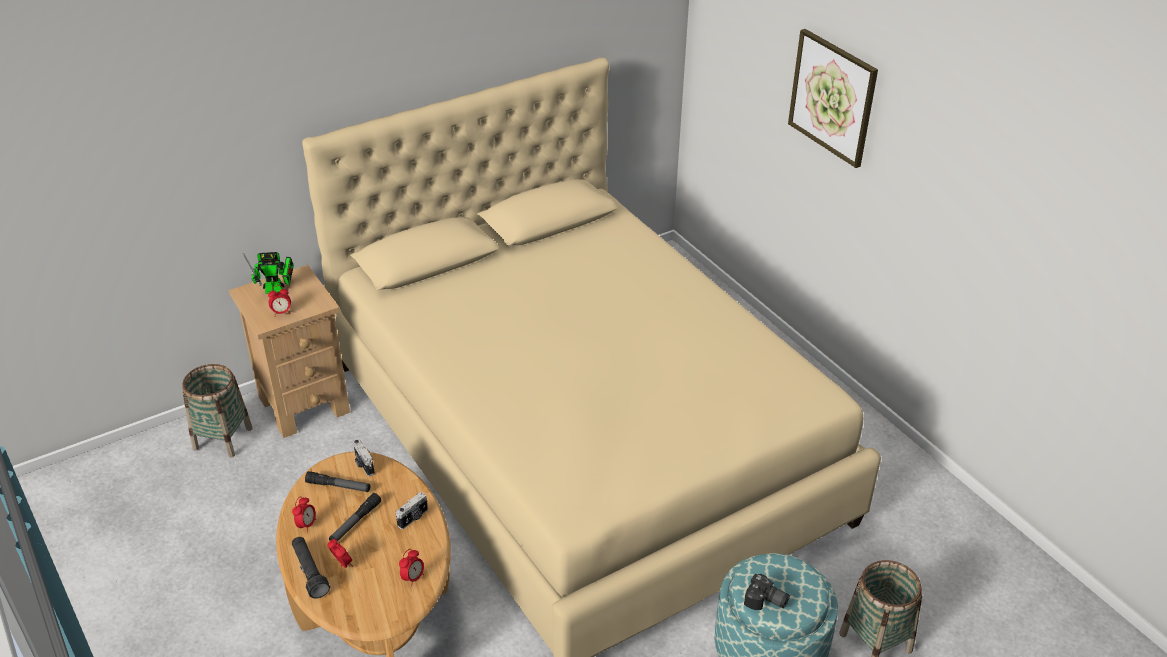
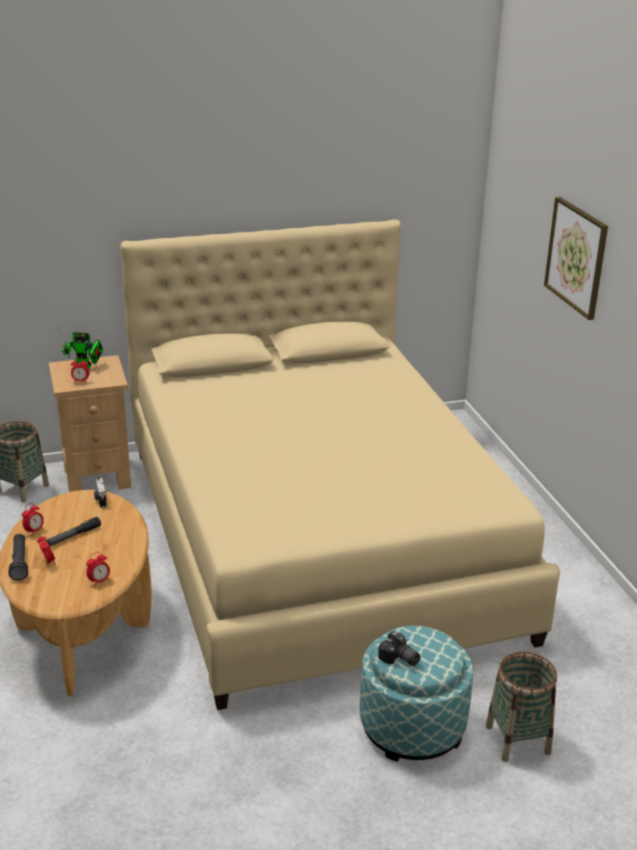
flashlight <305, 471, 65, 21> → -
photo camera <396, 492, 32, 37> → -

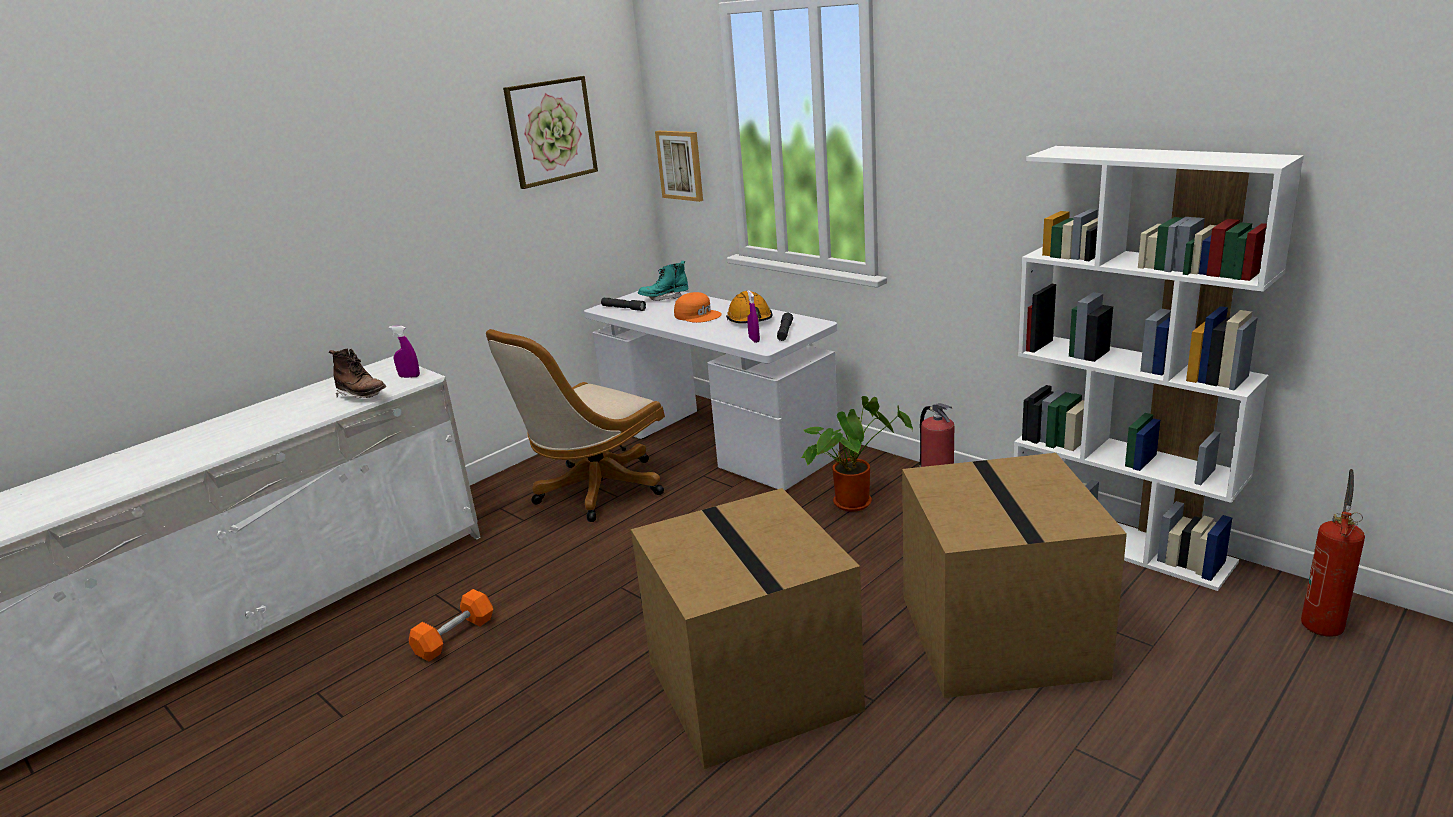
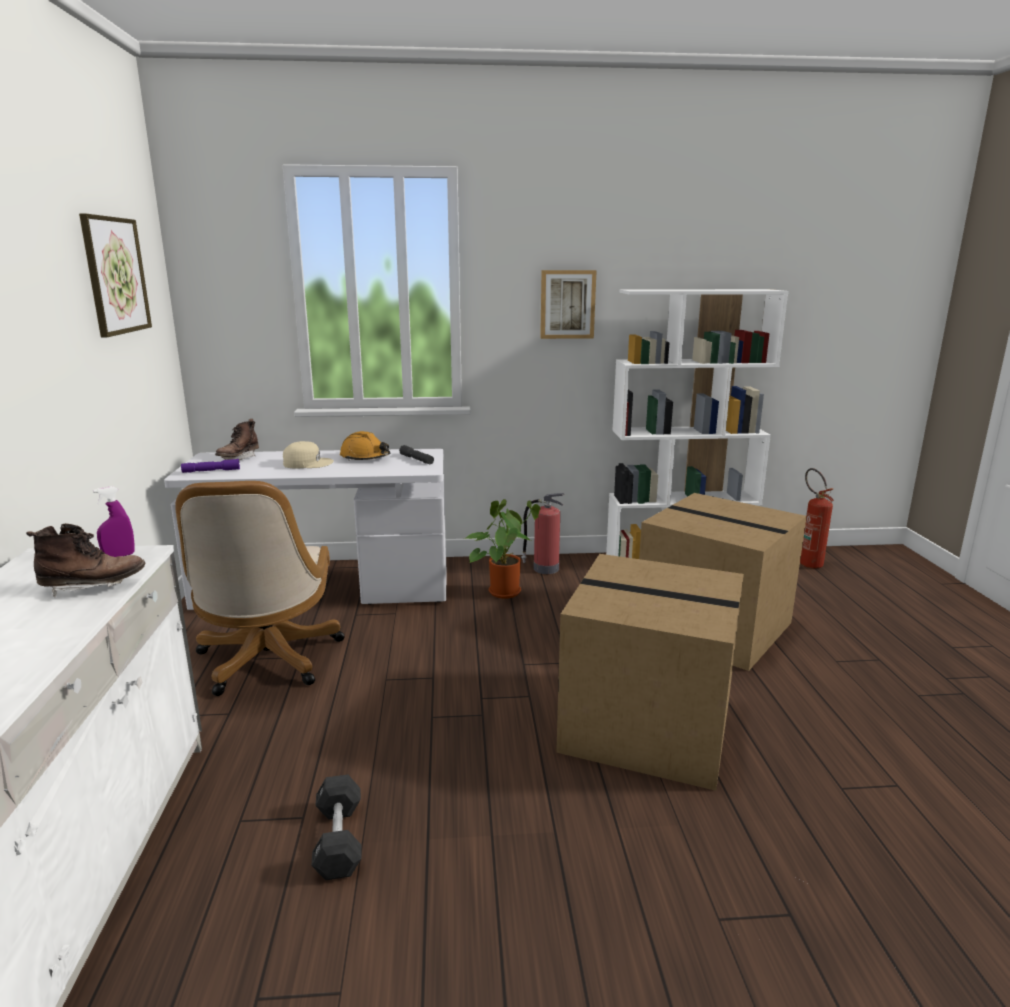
flashlight (grey) <601, 298, 45, 13> → flashlight (purple) <181, 459, 59, 14>
boot (turquoise) <638, 261, 51, 40> → boot (brown) <215, 419, 44, 41>
cap (orange) <674, 292, 48, 31> → cap (beige) <283, 441, 51, 28>
dumbbell (orange) <409, 589, 84, 73> → dumbbell (black) <311, 775, 51, 105>
picture <655, 131, 48, 71> → picture <540, 270, 57, 69>, move
spray bottle (purple) <747, 290, 13, 53> → -

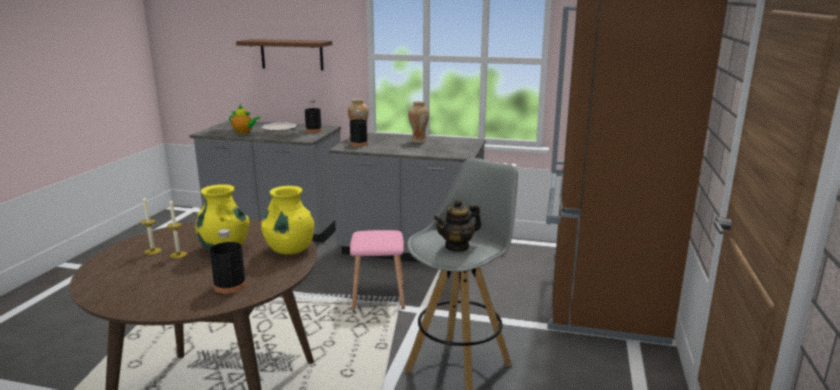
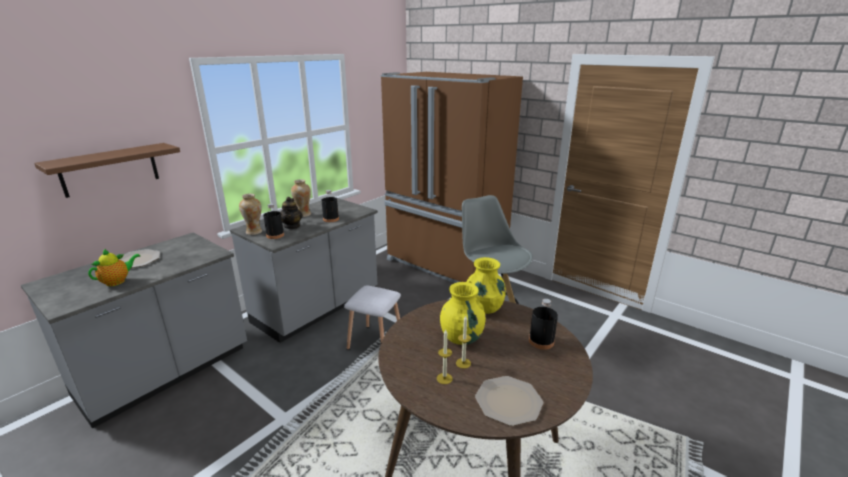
teapot <434, 199, 47, 53> → teapot <281, 197, 22, 32>, move
bottle (black) <305, 100, 17, 33> → bottle (black) <321, 190, 18, 32>, move
stool (pink) <350, 230, 55, 79> → stool (white) <344, 285, 57, 65>
- → plate <475, 376, 68, 50>

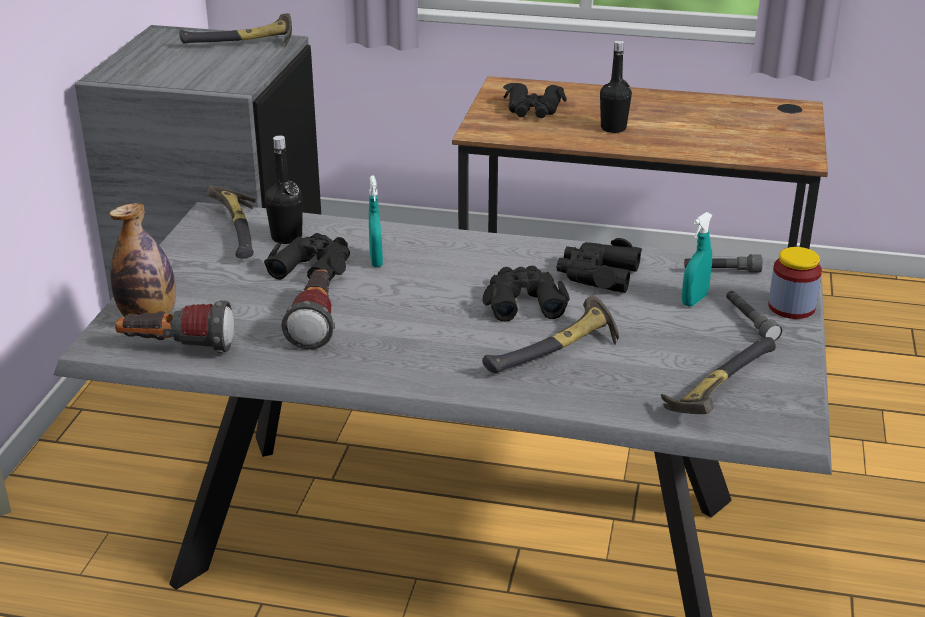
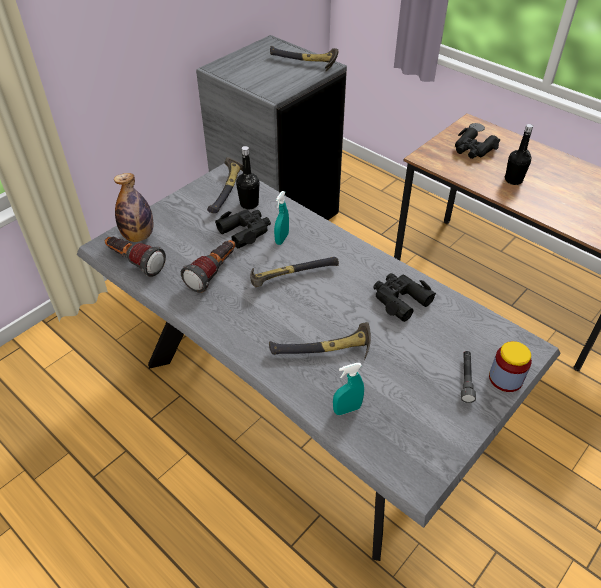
hammer <661, 337, 115, 77> → hammer <250, 257, 89, 30>, move
spray bottle (turquoise) <682, 212, 30, 95> → spray bottle (turquoise) <333, 363, 31, 52>, move
binoculars (black) <482, 266, 88, 56> → -
flashlight (grey) <684, 254, 79, 19> → -

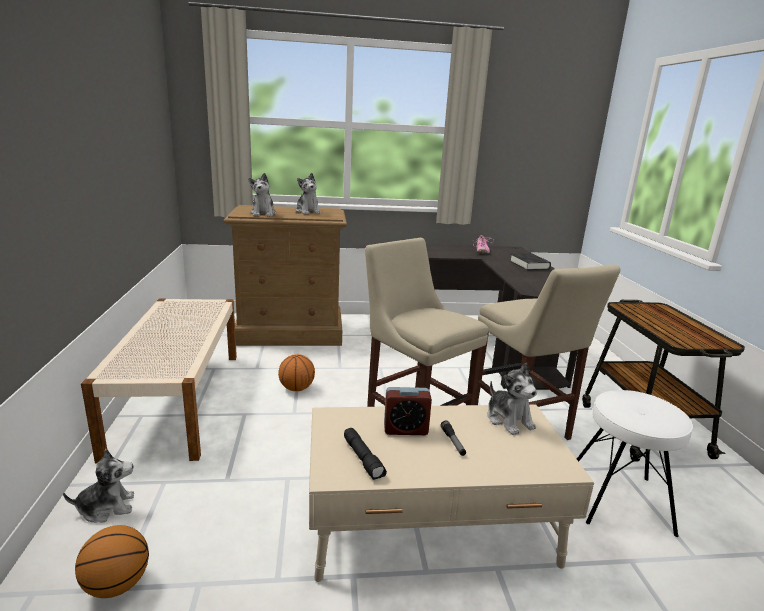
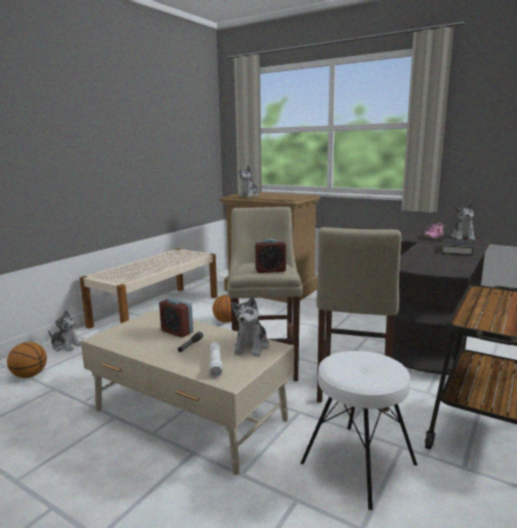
- → flashlight (white) <209, 342, 14, 35>
- → alarm clock <255, 239, 31, 34>
plush toy <296, 173, 25, 41> → plush toy <451, 203, 24, 37>, move
flashlight (black) <344, 428, 43, 52> → -

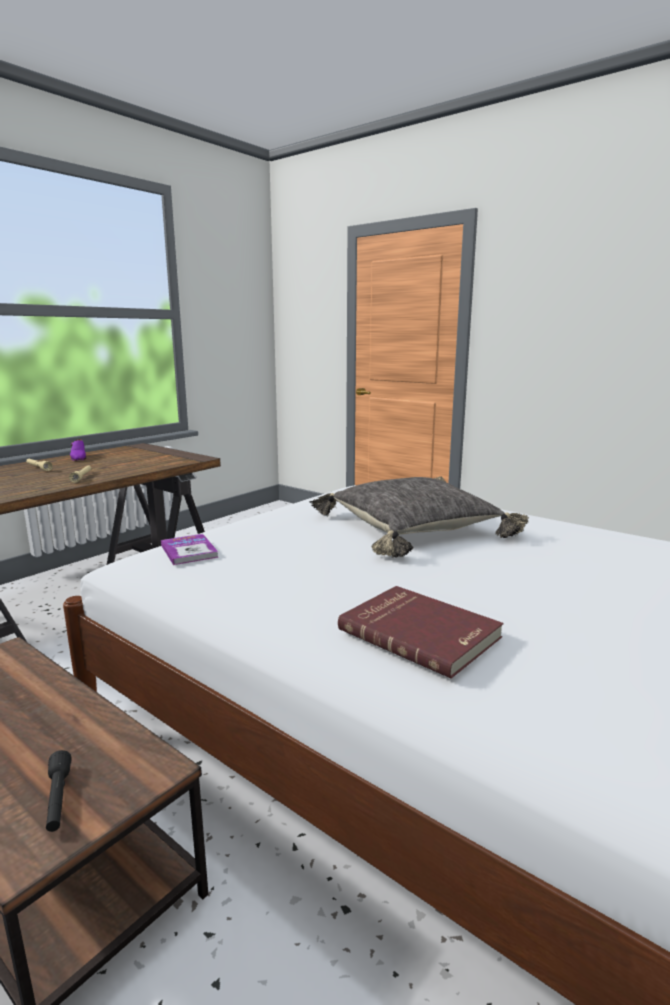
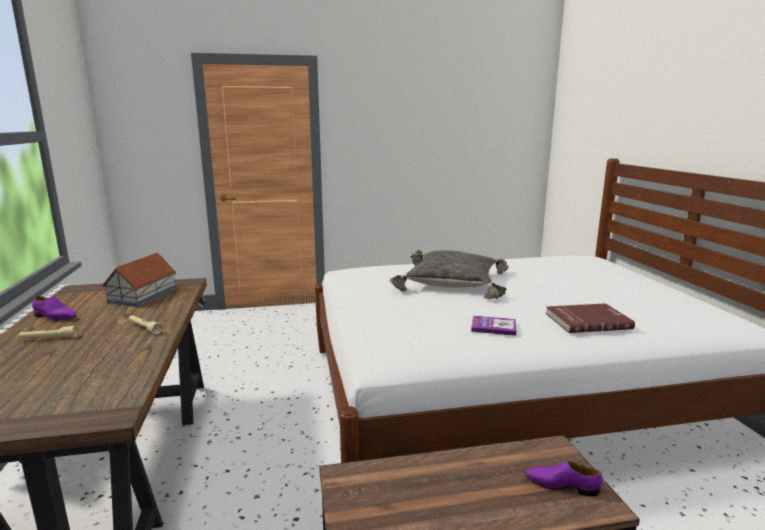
- → toy house <102, 253, 74, 54>
book <161, 534, 57, 31> → book <471, 316, 46, 20>, move
flashlight (black) <46, 750, 25, 82> → shoe (purple) <525, 461, 78, 35>

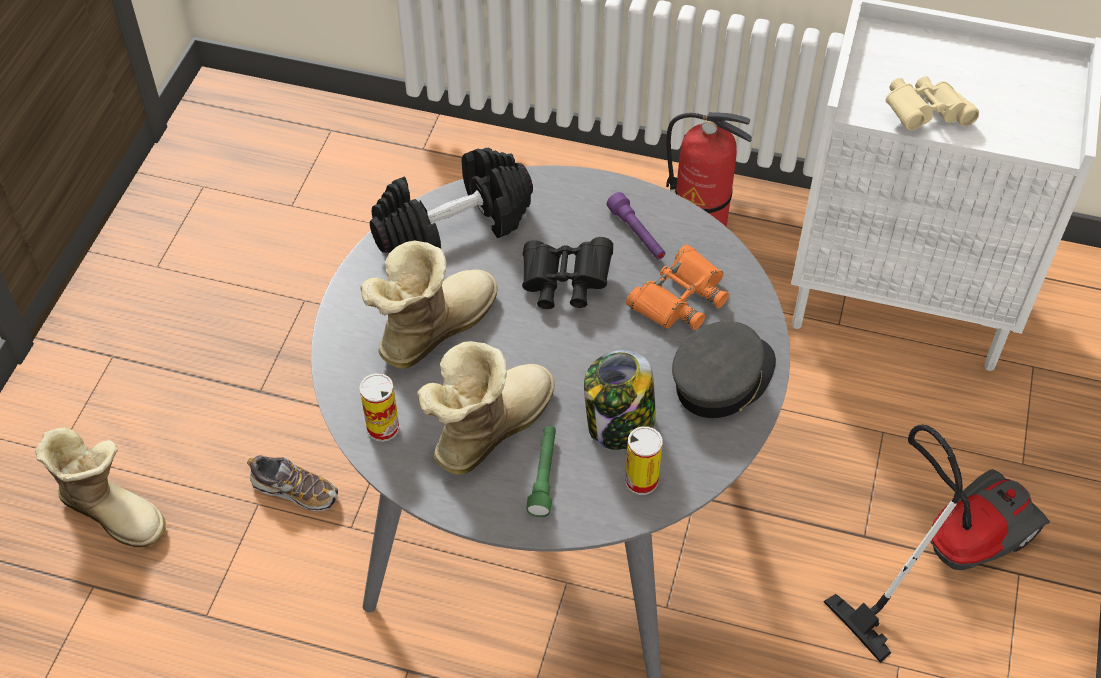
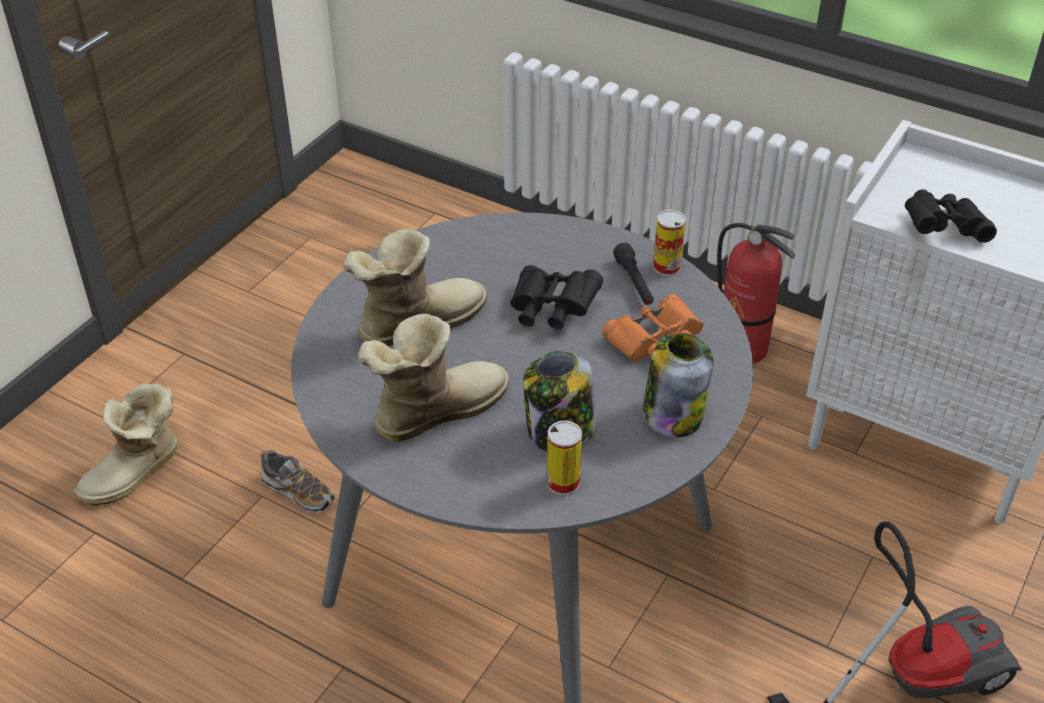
boot <35, 427, 131, 120> → boot <74, 383, 105, 123>, 90 degrees clockwise
flashlight (purple) <607, 192, 58, 68> → flashlight (black) <613, 243, 41, 62>
cap (grey) <672, 321, 104, 97> → jar <643, 333, 71, 104>
can <359, 373, 40, 69> → can <653, 210, 33, 66>, move
binoculars (beige) <886, 76, 93, 54> → binoculars (black) <905, 189, 92, 54>
dumbbell (black) <370, 148, 163, 105> → -
flashlight (green) <526, 426, 30, 91> → -

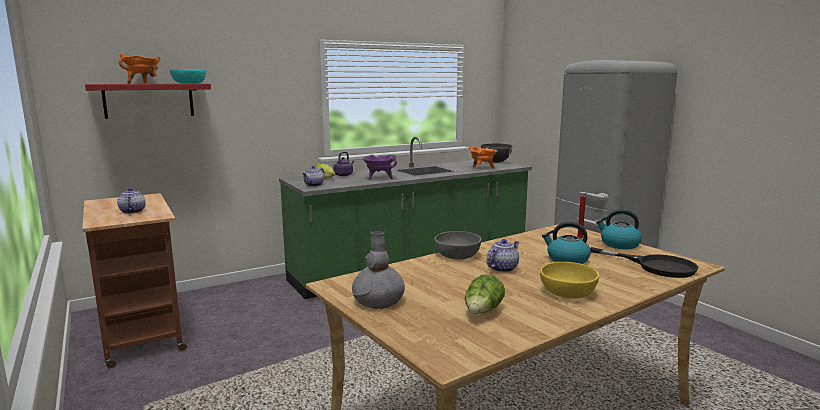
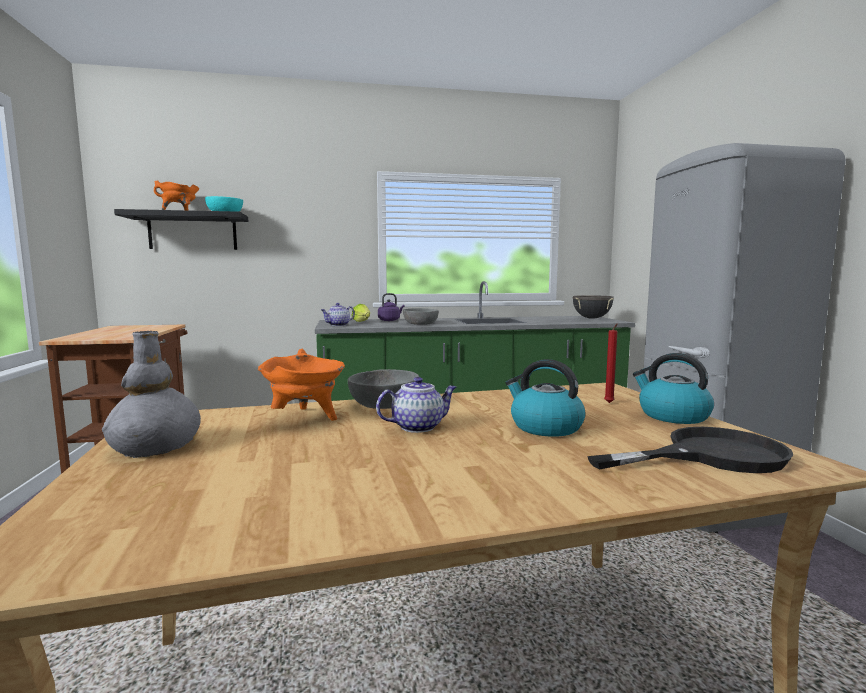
shelf (red) <85, 83, 126, 36> → shelf (black) <114, 209, 134, 41>
cooking pot (orange) <469, 145, 29, 23> → cooking pot (orange) <258, 349, 87, 72>, move
cooking pot (purple) <363, 155, 34, 25> → bowl (grey) <403, 308, 36, 17>
frying pan (black) <590, 247, 108, 31> → frying pan (black) <587, 427, 206, 46>, 75 degrees counterclockwise
teapot <117, 188, 29, 26> → -
lettuce <465, 274, 40, 40> → -
bowl (yellow) <540, 262, 59, 37> → -

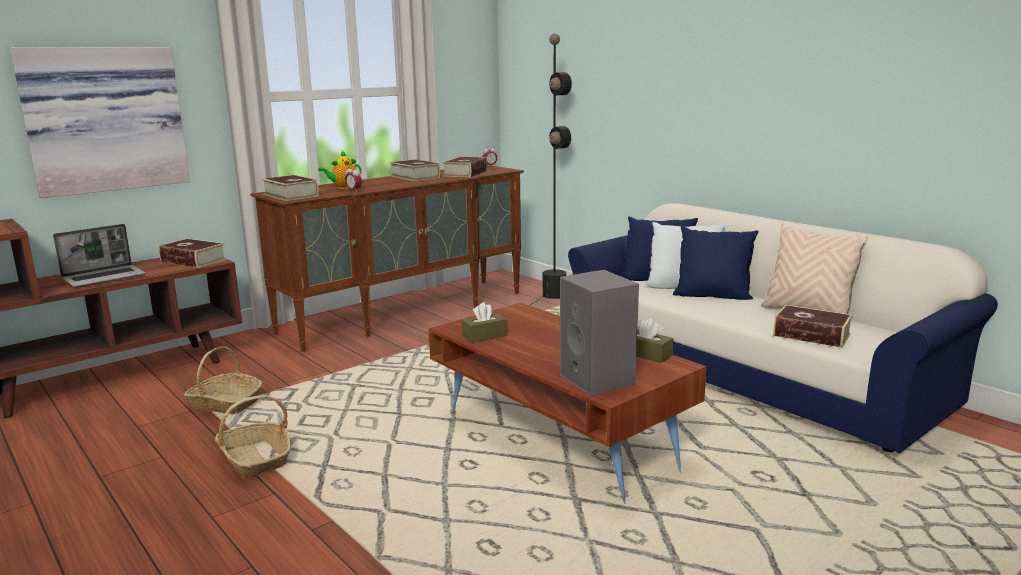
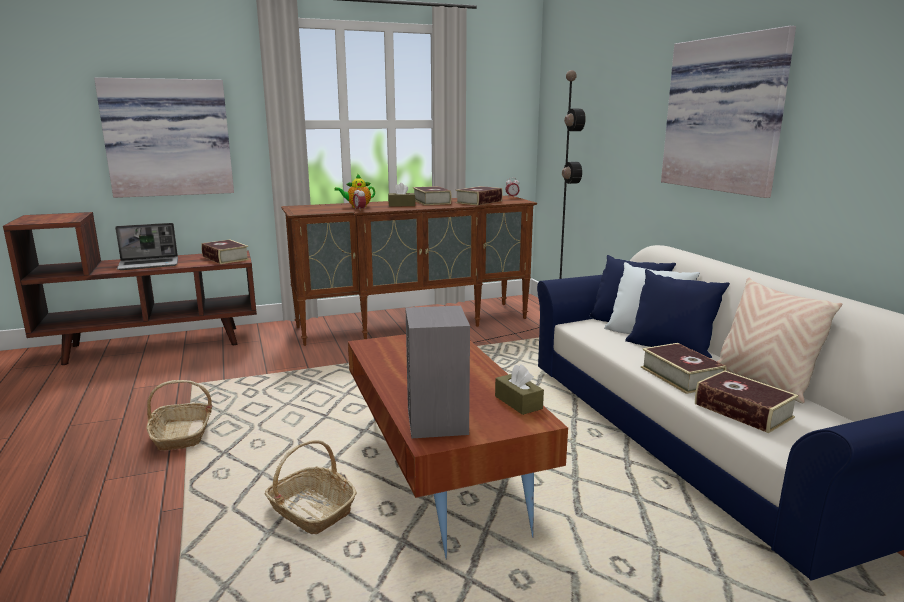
basket <184, 347, 78, 67> → basket <265, 440, 92, 94>, move
tissue box (brown) <462, 302, 46, 41> → tissue box (brown) <388, 183, 27, 24>, move
book <261, 175, 58, 26> → book <641, 343, 85, 51>, move
- → picture <661, 26, 135, 172>

